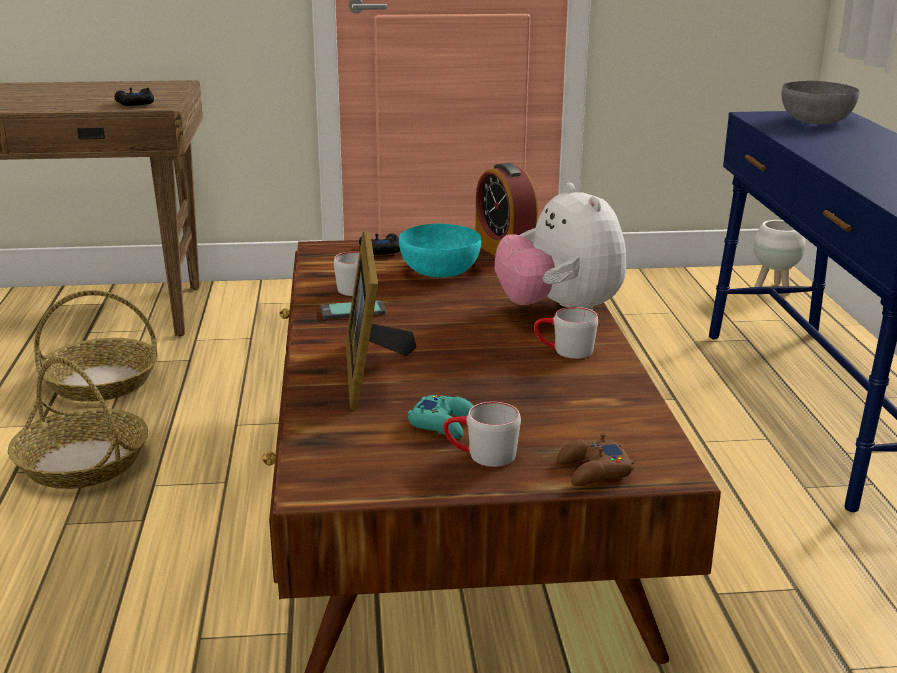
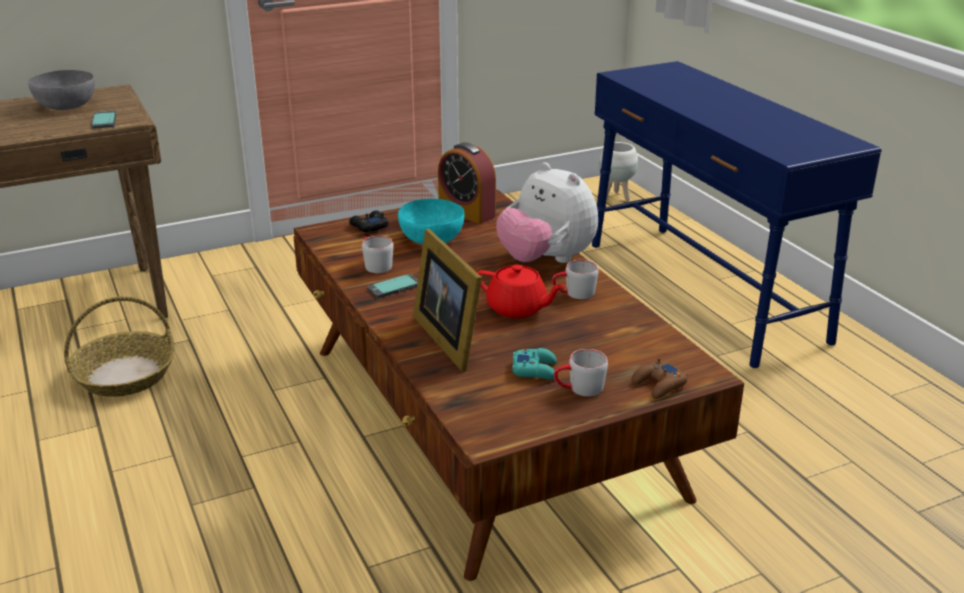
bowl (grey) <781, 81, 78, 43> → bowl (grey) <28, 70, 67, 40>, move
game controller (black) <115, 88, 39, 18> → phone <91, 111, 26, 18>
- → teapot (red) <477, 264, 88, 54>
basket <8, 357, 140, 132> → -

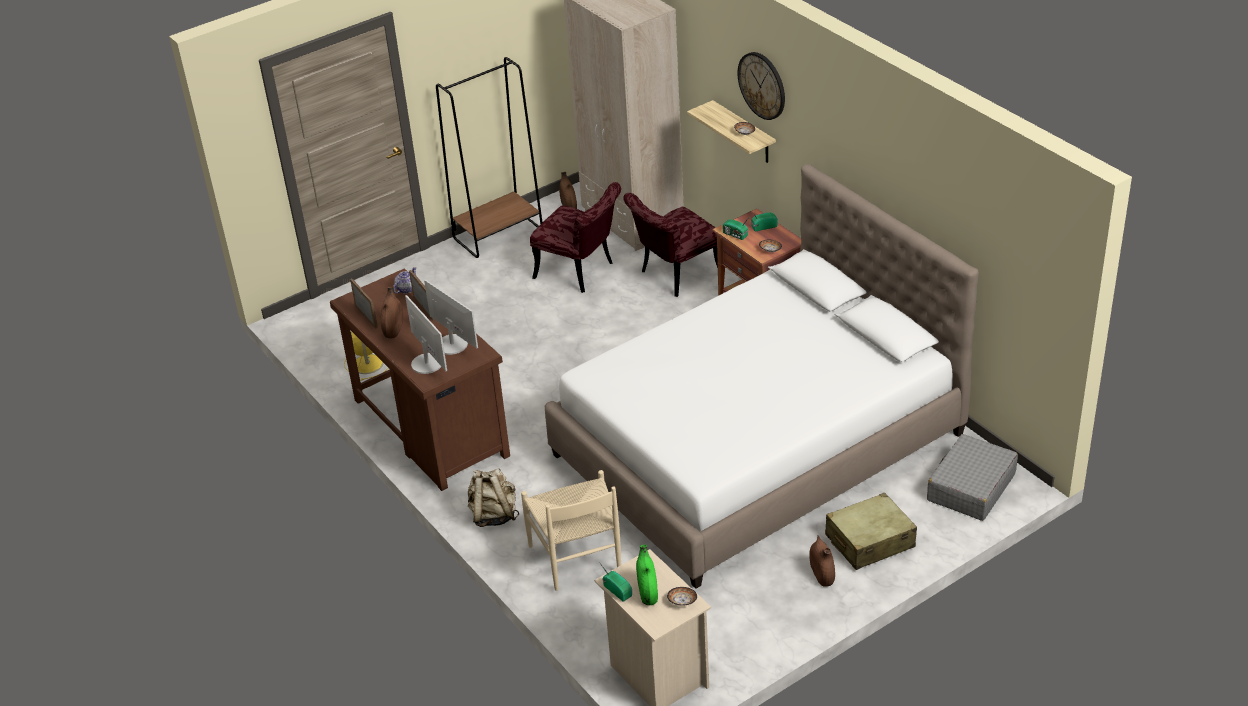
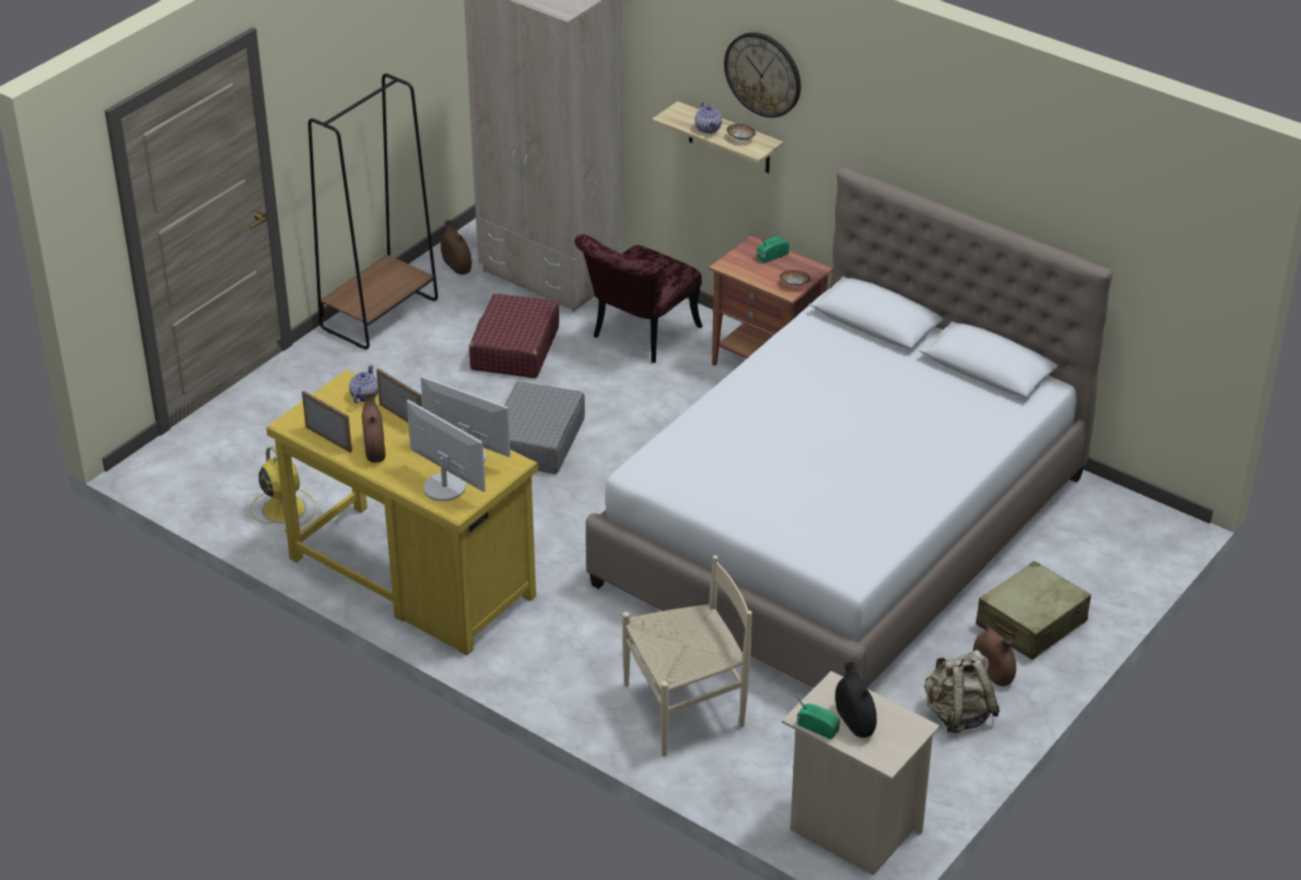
desk (brown) <330, 268, 180, 223> → desk (yellow) <266, 370, 272, 285>
chair (red) <530, 182, 91, 111> → suitcase (red) <469, 293, 90, 85>
suitcase (grey) <927, 434, 91, 87> → suitcase (grey) <504, 381, 81, 93>, move
chair (beige) <521, 470, 100, 121> → chair (beige) <622, 555, 130, 202>, 75 degrees counterclockwise
- → teapot <695, 102, 27, 32>
vase (green) <636, 545, 22, 60> → vase (black) <835, 662, 42, 76>
backpack (beige) <468, 468, 51, 59> → backpack (beige) <924, 650, 76, 83>, move
bowl <667, 587, 30, 19> → -
radio <722, 216, 28, 24> → -

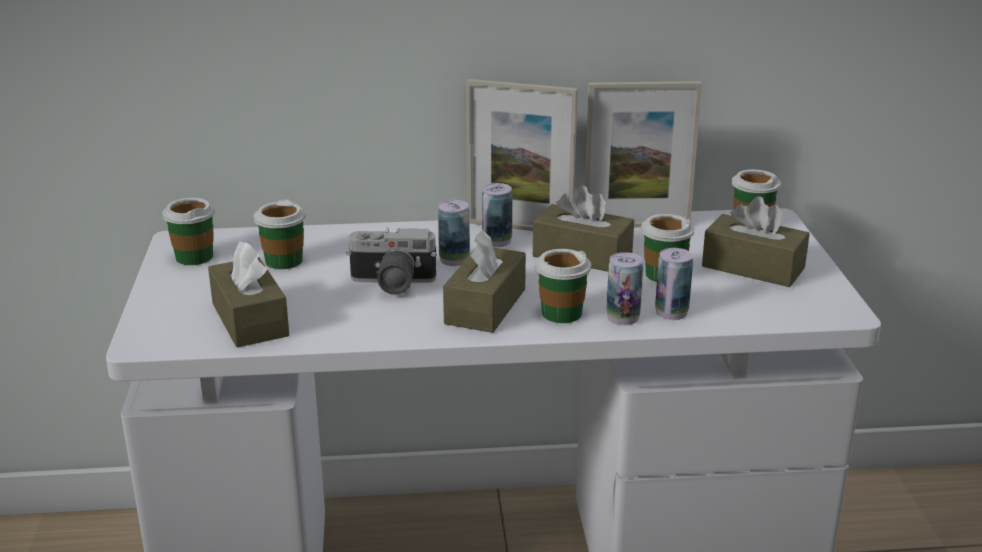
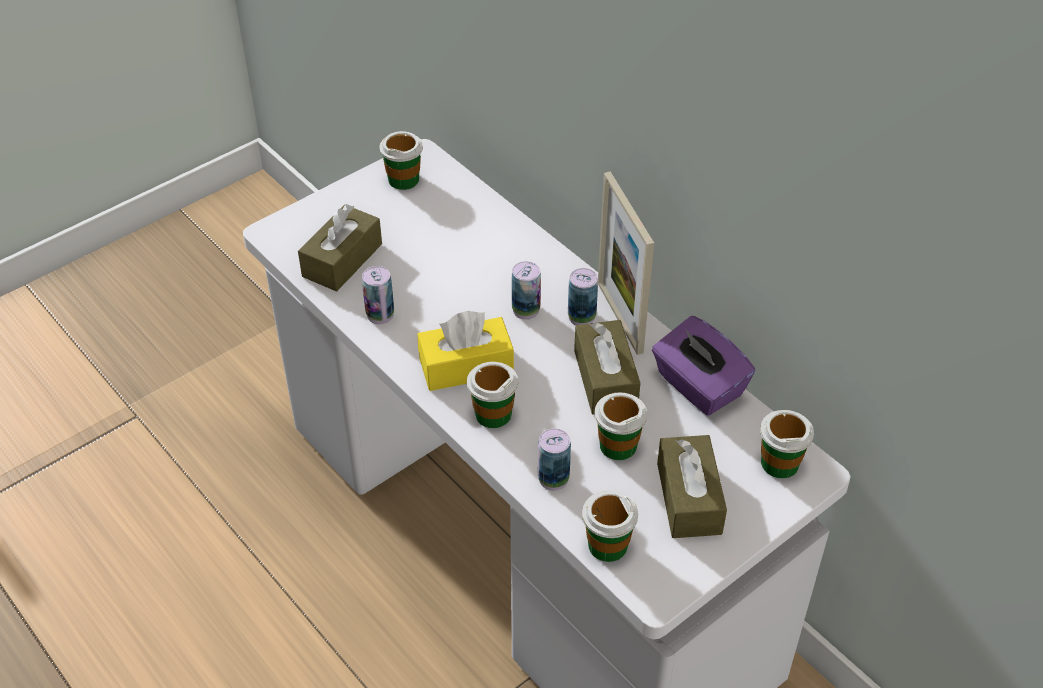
can <606, 252, 37, 73> → can <362, 266, 32, 58>, move
tissue box (brown) <443, 229, 83, 104> → tissue box (yellow) <418, 311, 96, 80>
cup <254, 199, 52, 70> → cup <582, 491, 56, 71>, move
picture frame <585, 81, 117, 146> → tissue box (purple) <652, 316, 103, 100>
photo camera <346, 228, 91, 67> → -

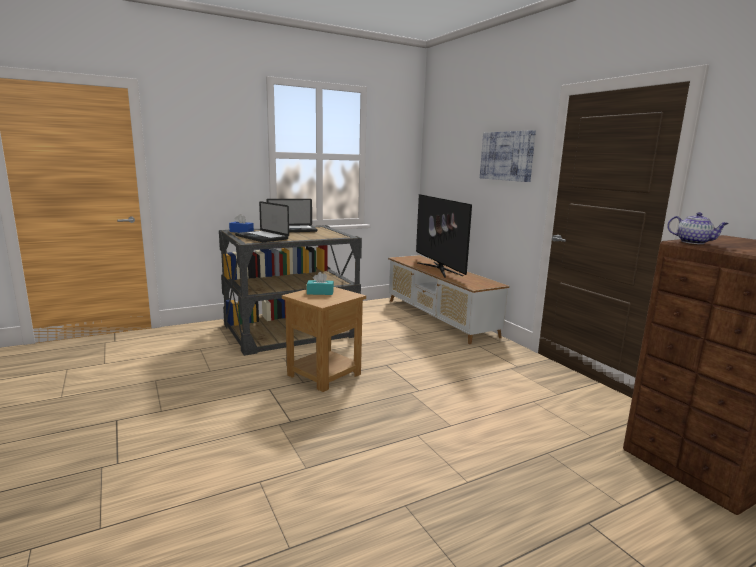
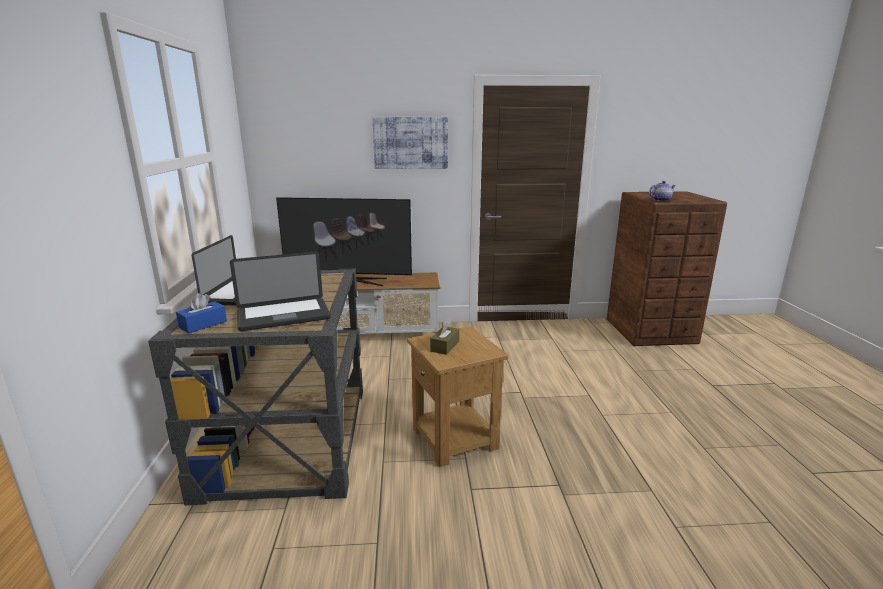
tissue box (turquoise) <307, 272, 27, 23> → tissue box (brown) <430, 320, 29, 35>

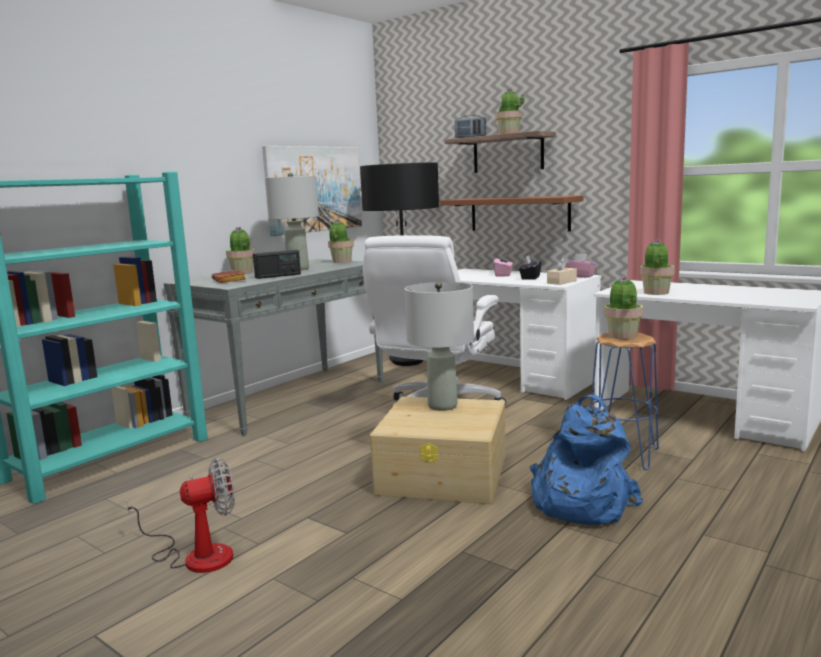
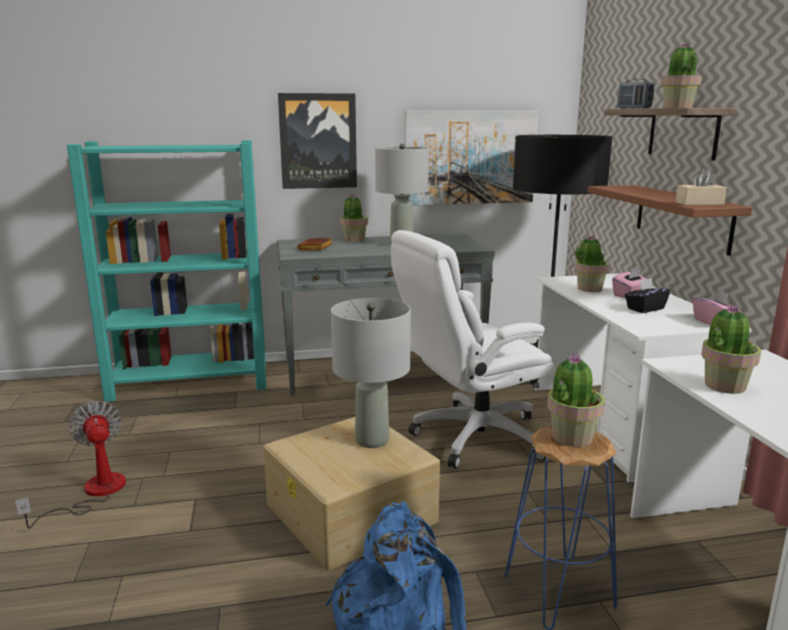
fan <126, 458, 109, 115> → fan <15, 401, 111, 127>, 135 degrees counterclockwise
- → picture <278, 93, 79, 96>
potted plant <328, 219, 26, 44> → potted plant <575, 235, 35, 57>, move
tissue box (beige) <547, 258, 30, 27> → tissue box (beige) <676, 169, 51, 36>, move
radio <253, 250, 48, 29> → -

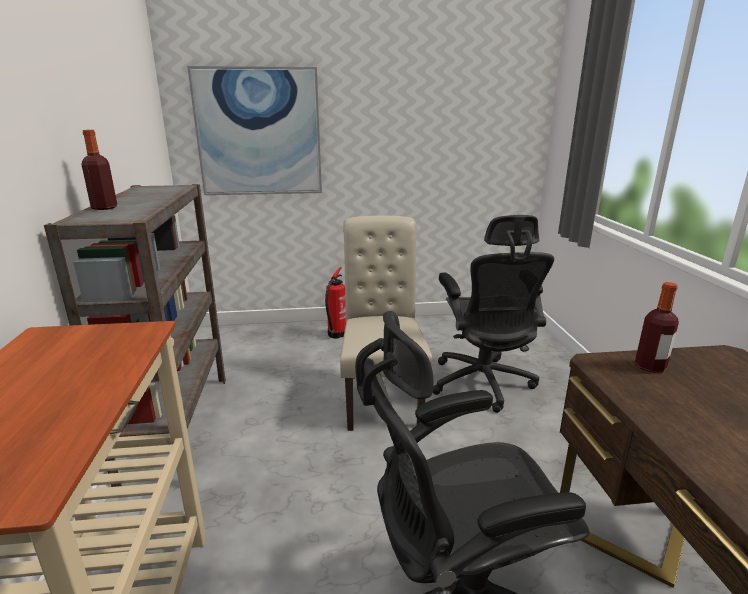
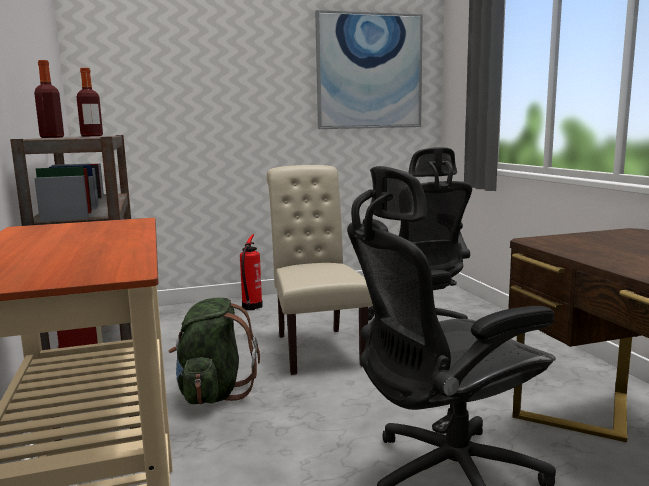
bottle <635, 282, 44, 91> → bottle <77, 68, 26, 68>, move
- → backpack (green) <169, 298, 91, 106>
picture <187, 66, 135, 129> → picture <315, 10, 108, 119>, move

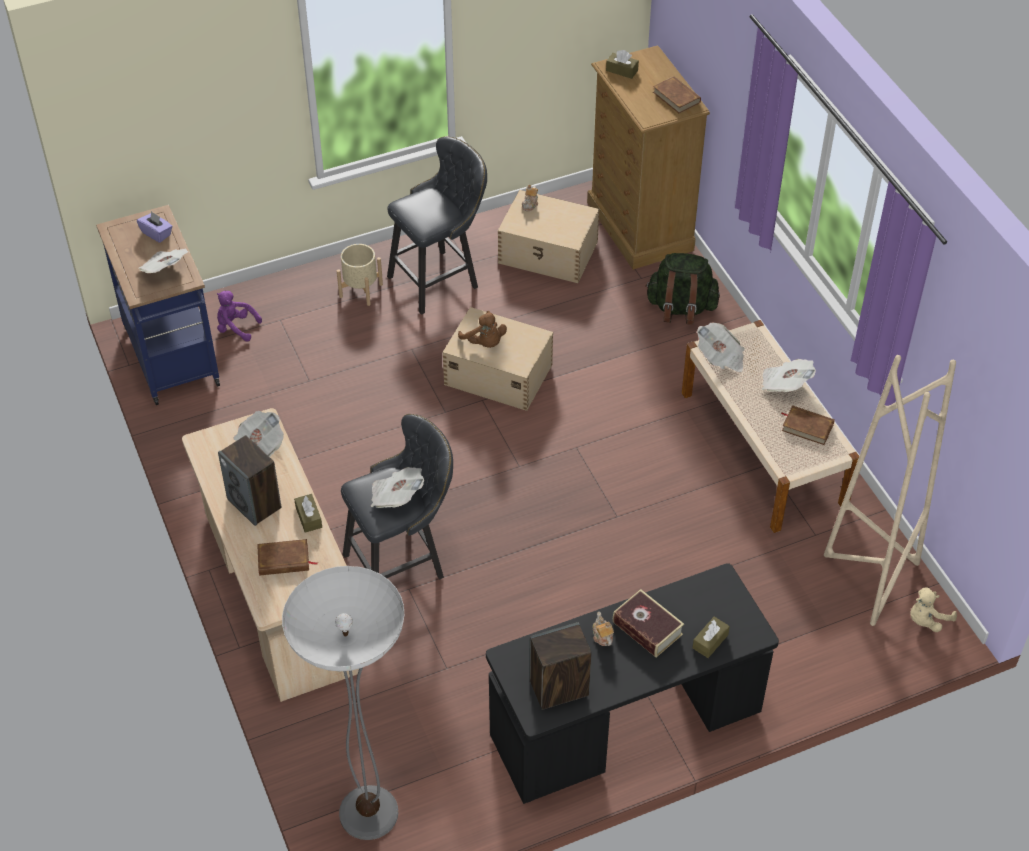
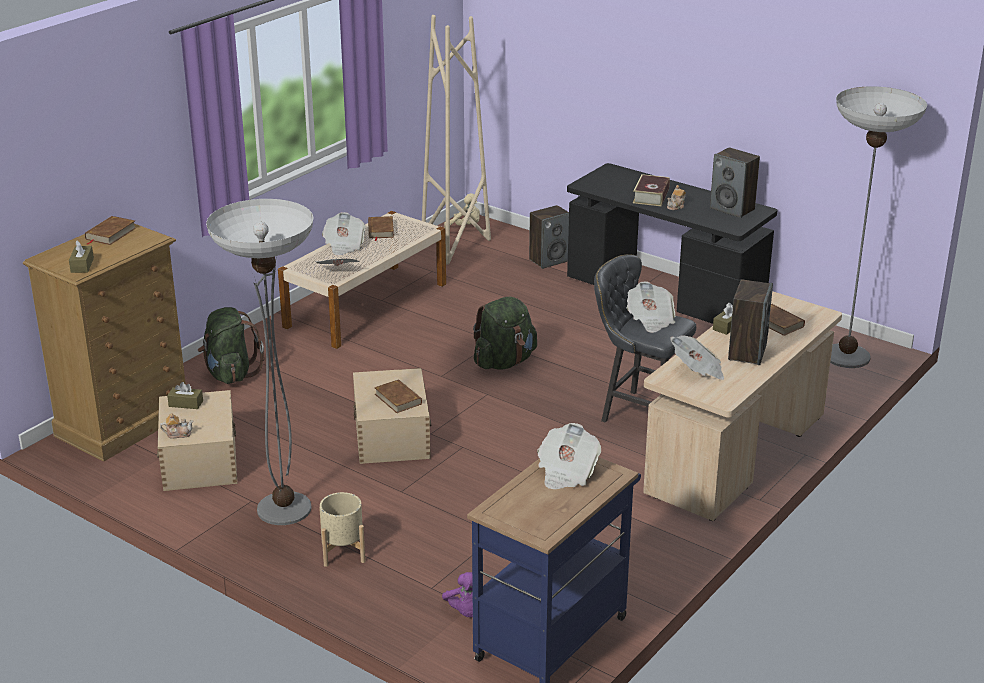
tissue box (brown) <692, 617, 38, 41> → tissue box (brown) <167, 382, 36, 27>, move
stool (grey) <387, 136, 100, 179> → floor lamp <206, 199, 107, 326>
plush toy (brown) <458, 311, 49, 37> → book (brown) <374, 379, 48, 34>
- → backpack (green) <473, 297, 64, 73>
- → speaker <529, 205, 40, 64>
tissue box (purple) <137, 211, 36, 32> → -

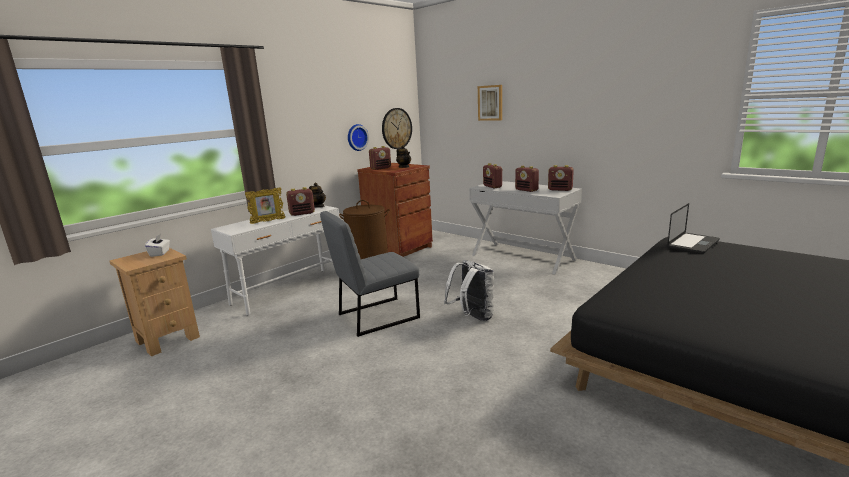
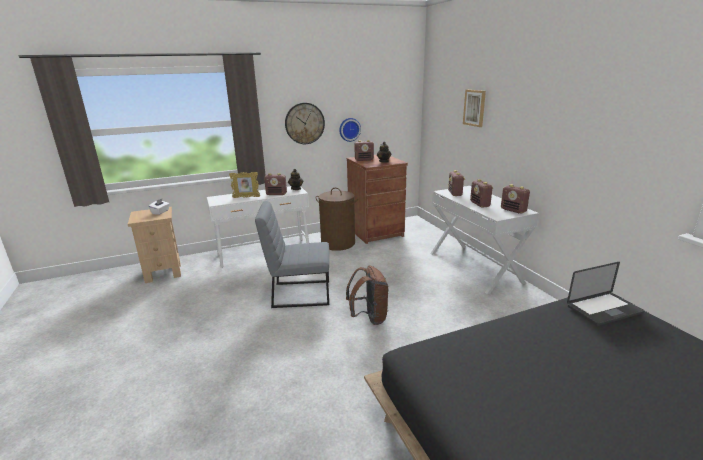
wall clock <382, 108, 30, 41> → wall clock <285, 103, 40, 41>, move
backpack (white) <444, 260, 50, 61> → backpack (brown) <346, 266, 43, 59>

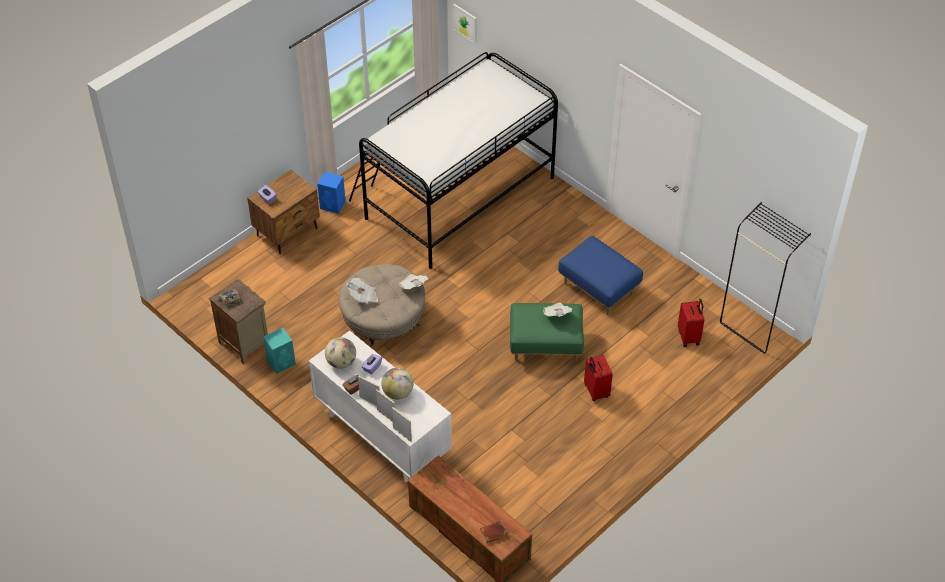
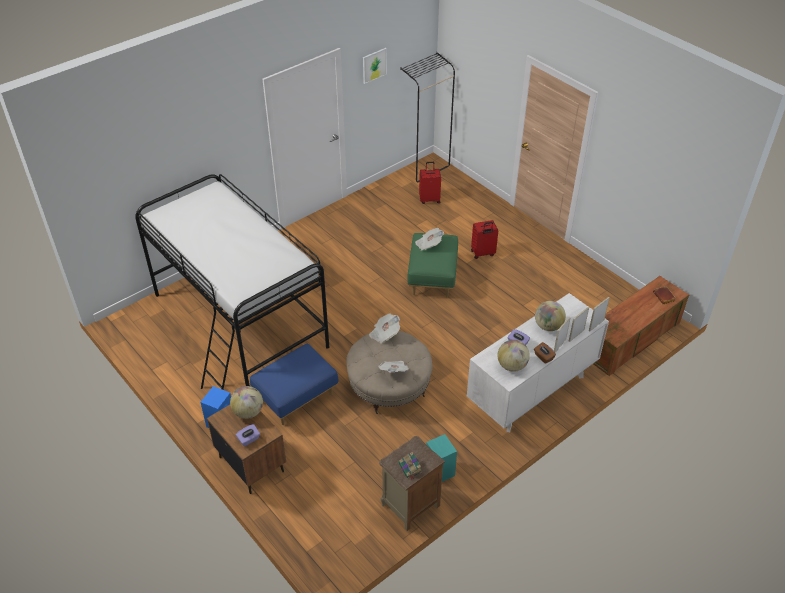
- → globe <230, 386, 33, 33>
ottoman (blue) <558, 236, 85, 79> → ottoman (blue) <250, 344, 89, 81>, move
picture <453, 4, 24, 39> → picture <363, 48, 24, 36>, move

